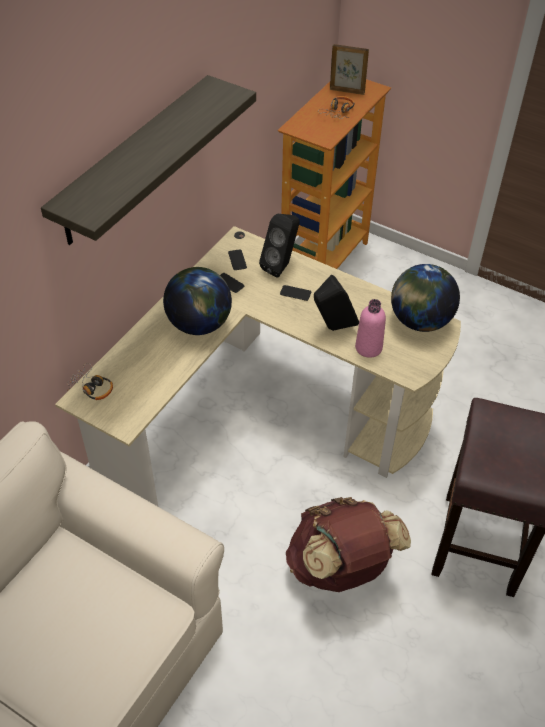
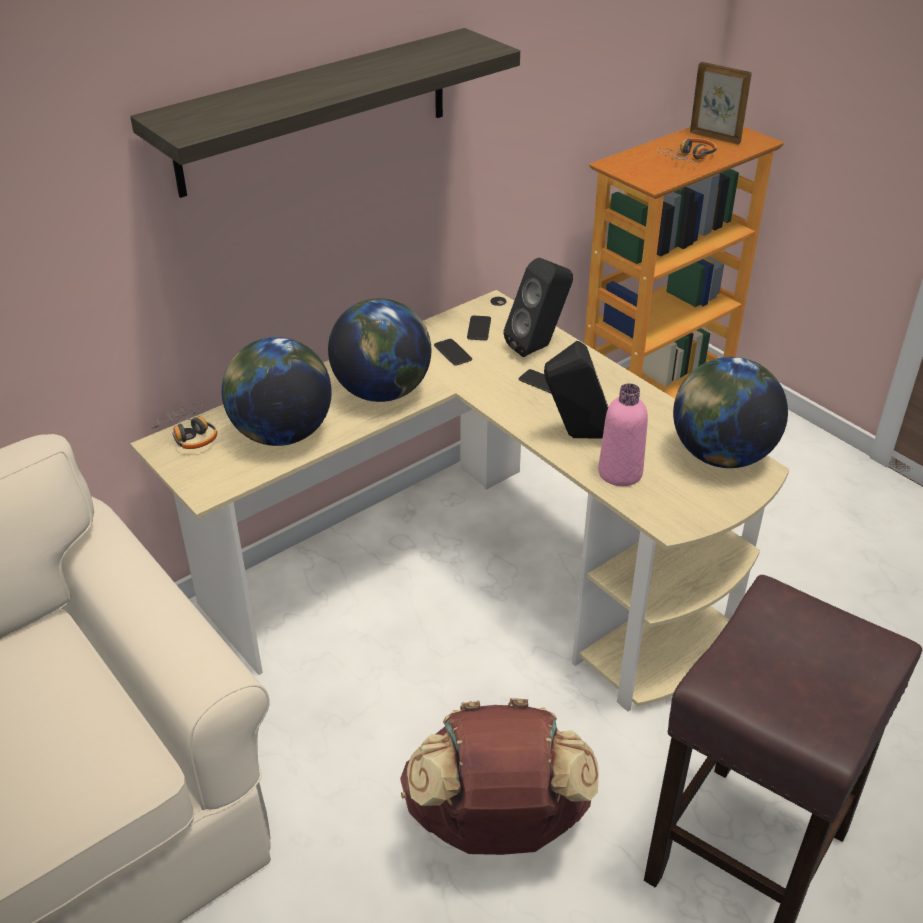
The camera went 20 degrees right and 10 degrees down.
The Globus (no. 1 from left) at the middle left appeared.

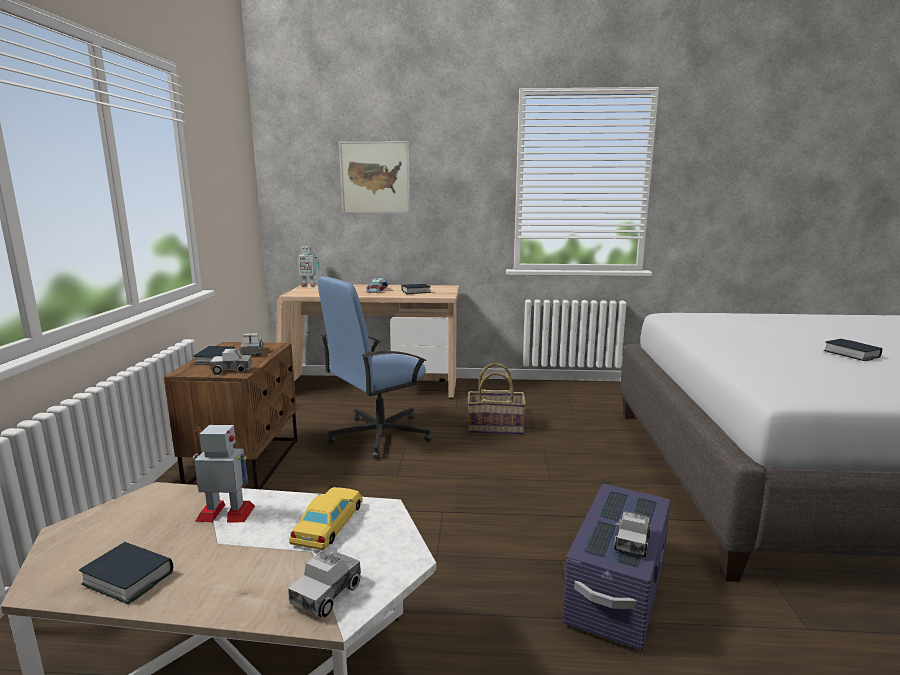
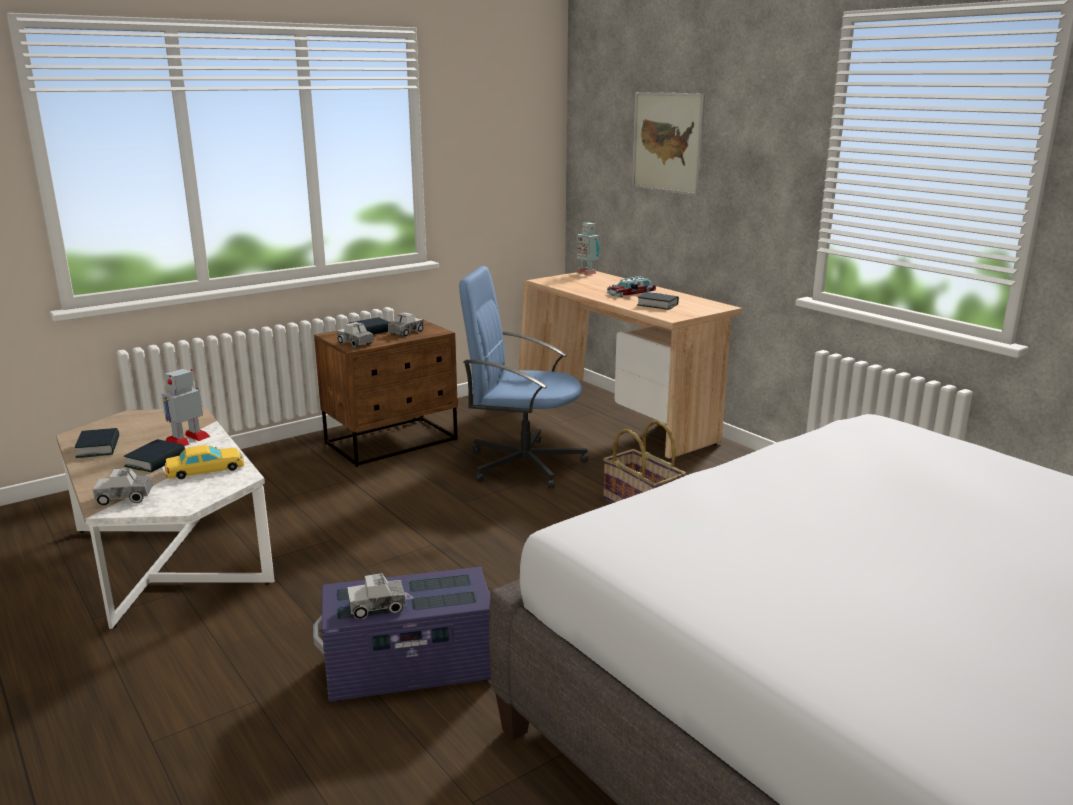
The camera went 50 degrees right and 5 degrees up.
The Buch (no. 4 from left in the first image) moved from the middle right to the middle left.
The Spielzeugroboter (no. 1 from left) at the bottom left turned 105 degrees counterclockwise.

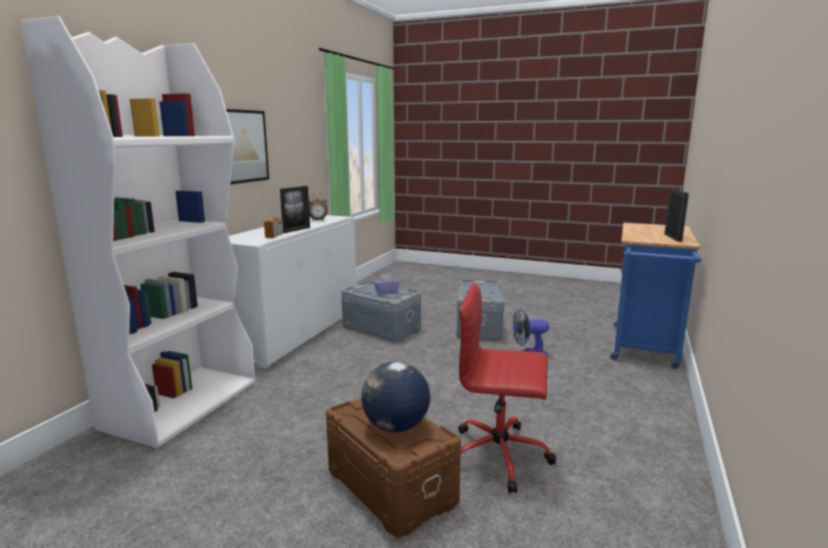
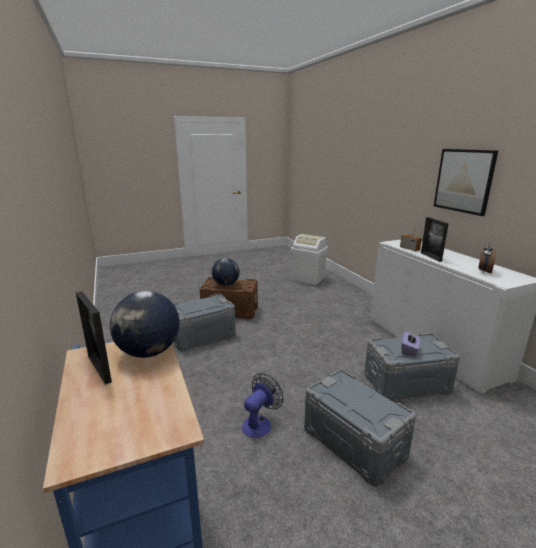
The camera went 135 degrees right and 5 degrees up.
The Bücherregal/weiß at the middle left disappeared.
The Bürostuhl/rot at the bottom centre was replaced by the Aufbewahrungsbox/grau (no. 1 from left) at the centre.
The Mülleimer/weiß at the centre appeared.
The Globus (no. 1 from left) at the middle left appeared.

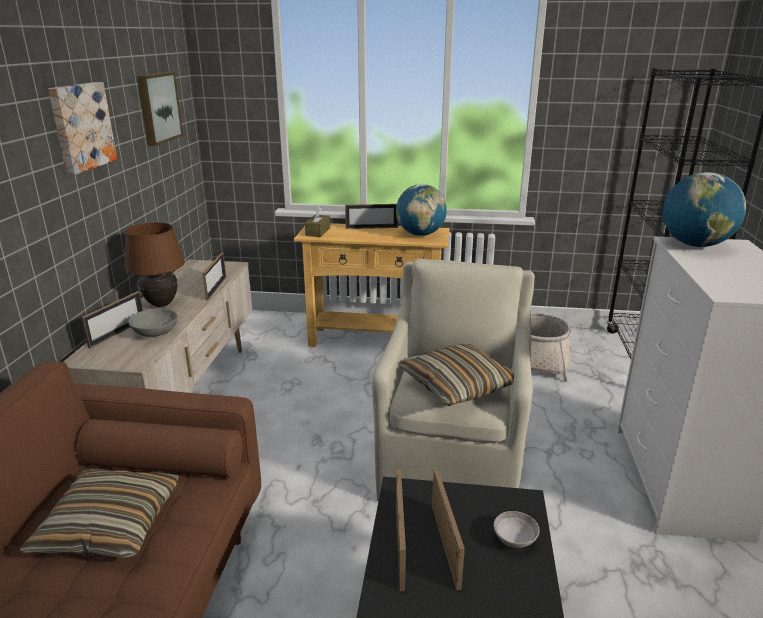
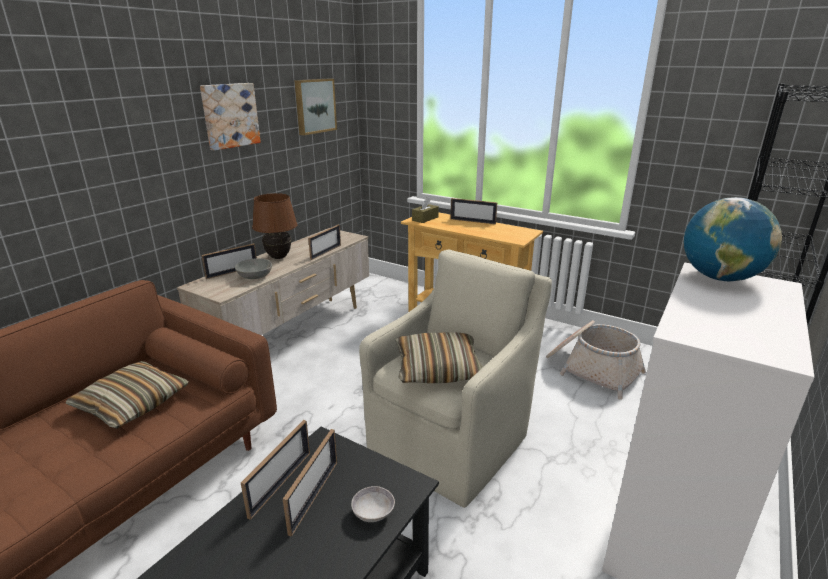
The camera went 25 degrees right and 0 degrees up.
The Globus (no. 1 from left) at the centre disappeared.

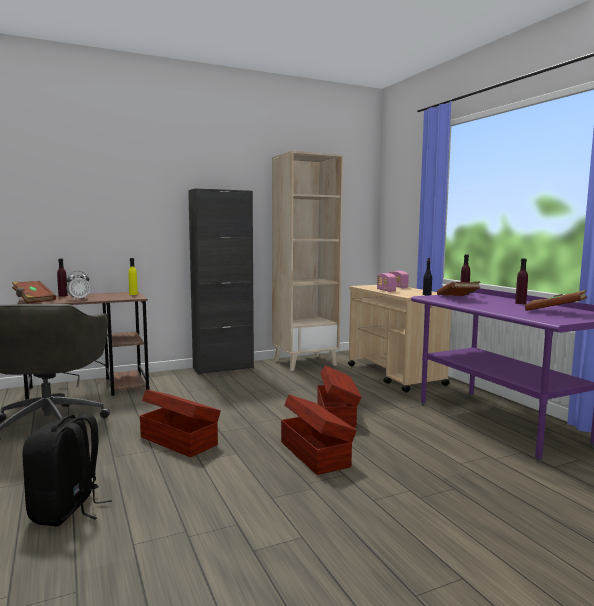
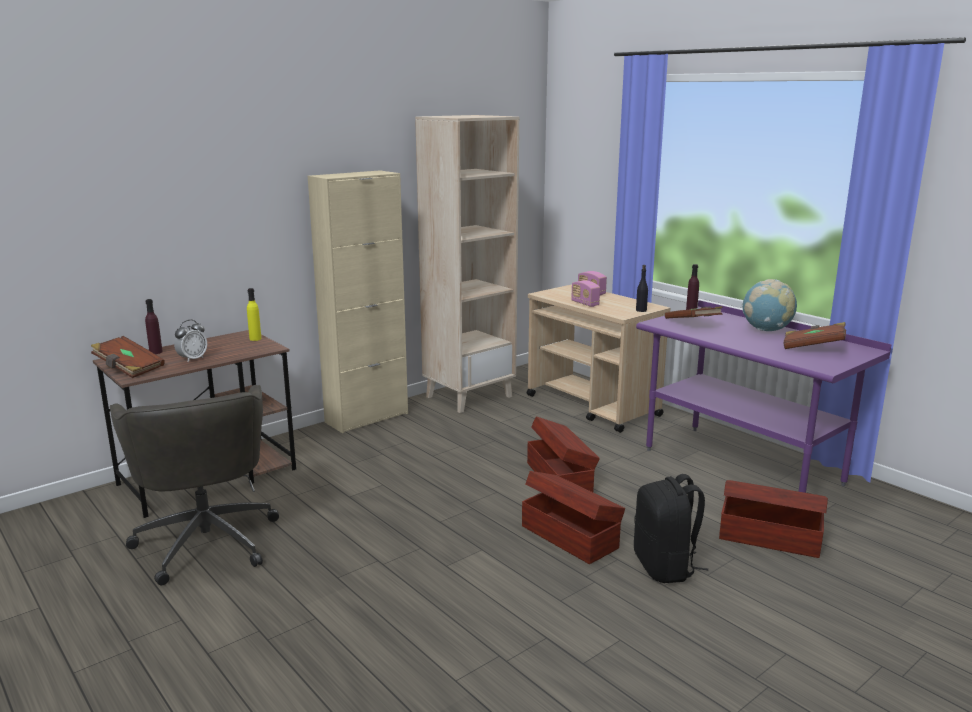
The camera went 15 degrees left and 10 degrees up.
The Schrank/schwarz at the centre became the Schrank/beige at the centre.
The Flasche/lila (no. 3 from left) at the middle right was replaced by the Globus at the middle right.
The Aufbewahrungsbox/braun (no. 1 from left in the first image) moved from the bottom left to the bottom right.
The Rucksack/schwarz moved from the bottom left to the bottom right.

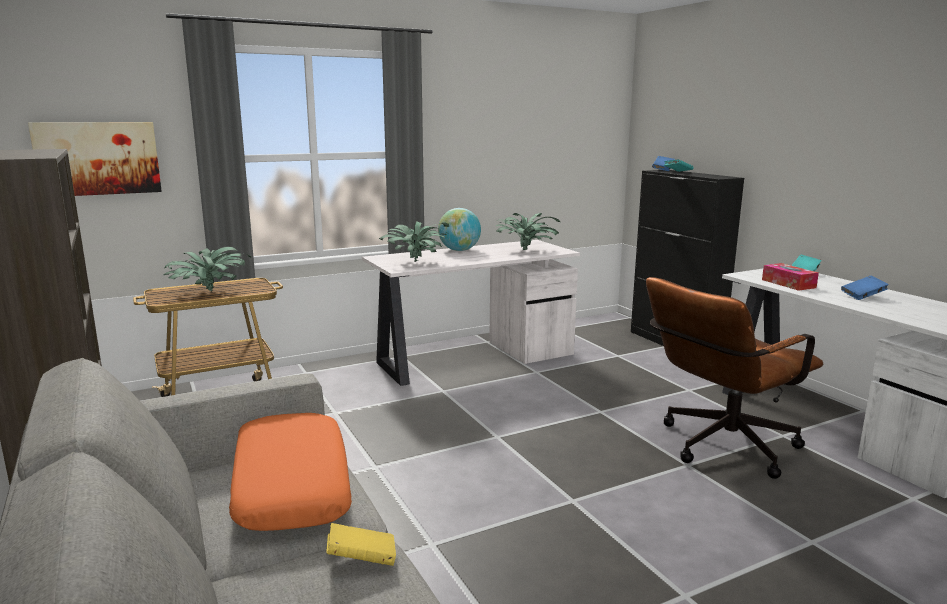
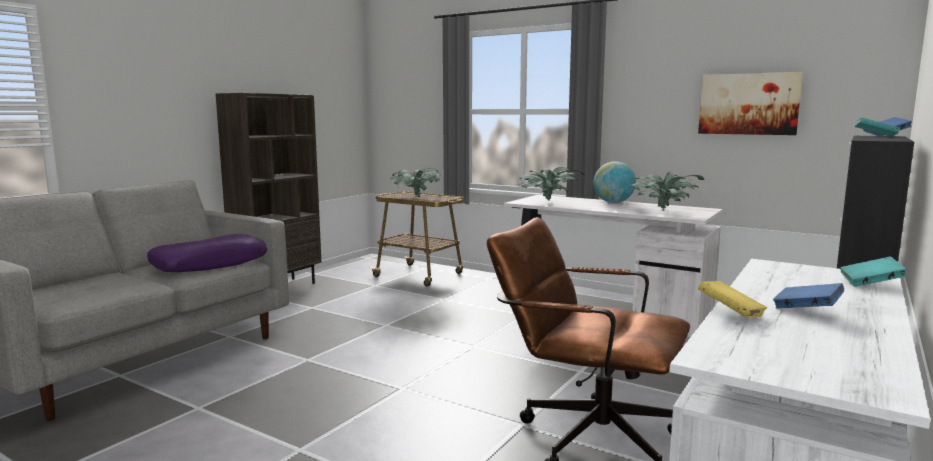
The camera went 60 degrees right and 5 degrees down.
The Bild moved from the top left to the top right.
The Taschentuchbox at the middle right disappeared.
The Kissen/orange at the bottom left became the Kissen/lila at the middle left.
The Buch/gelb moved from the bottom centre to the middle right.

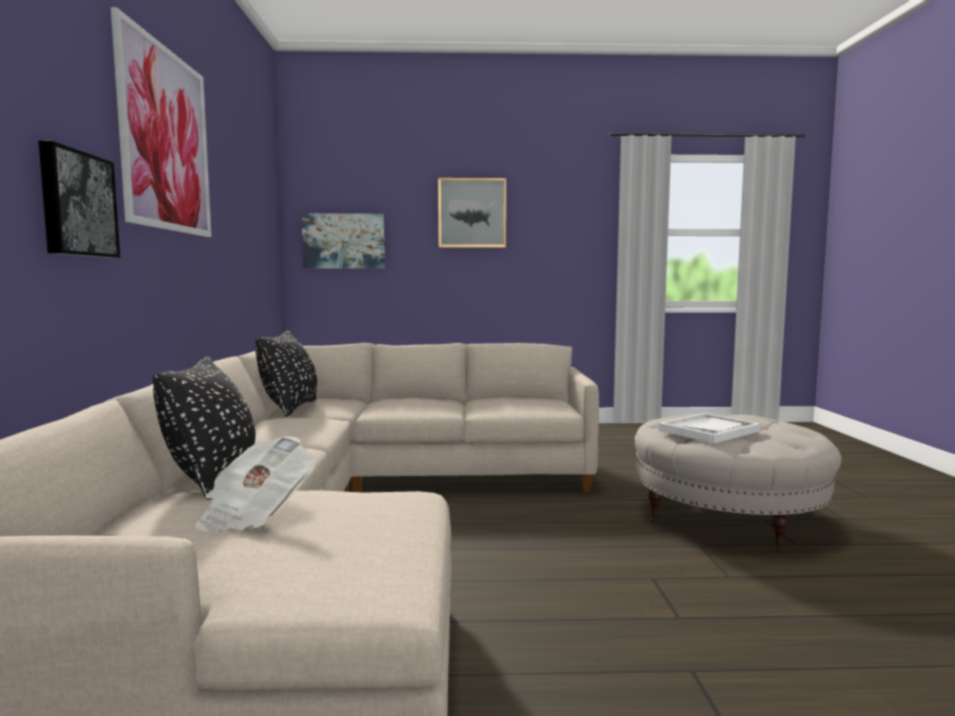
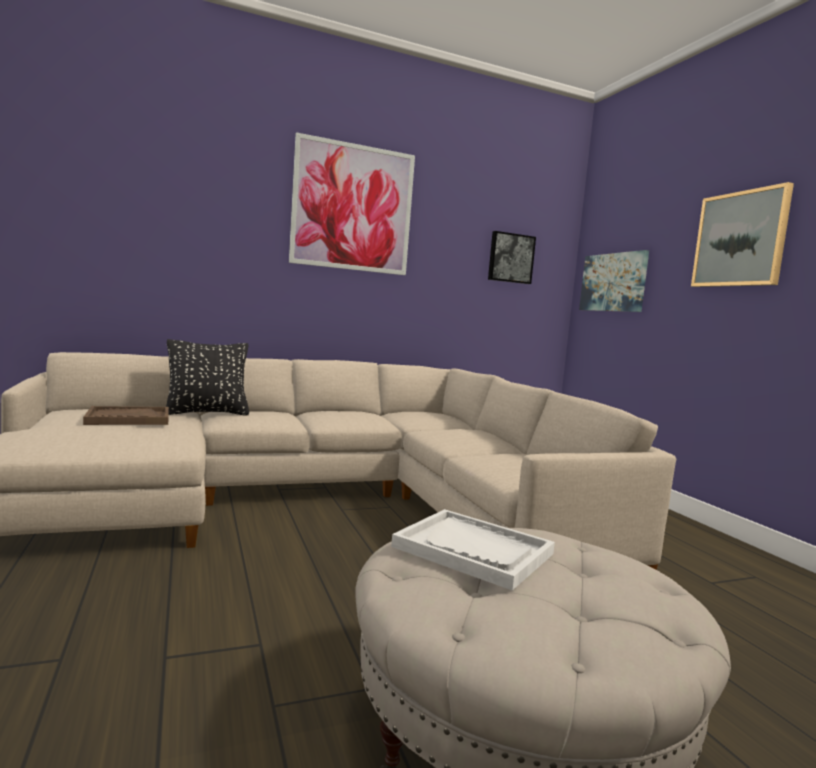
The camera went 70 degrees right and 0 degrees up.
The Bild (no. 1 from left in the first image) moved from the top left to the centre.
The Kissen/schwarz (no. 2 from left) at the middle left disappeared.
The Zeitung at the bottom left was replaced by the Tablett/braun at the middle left.

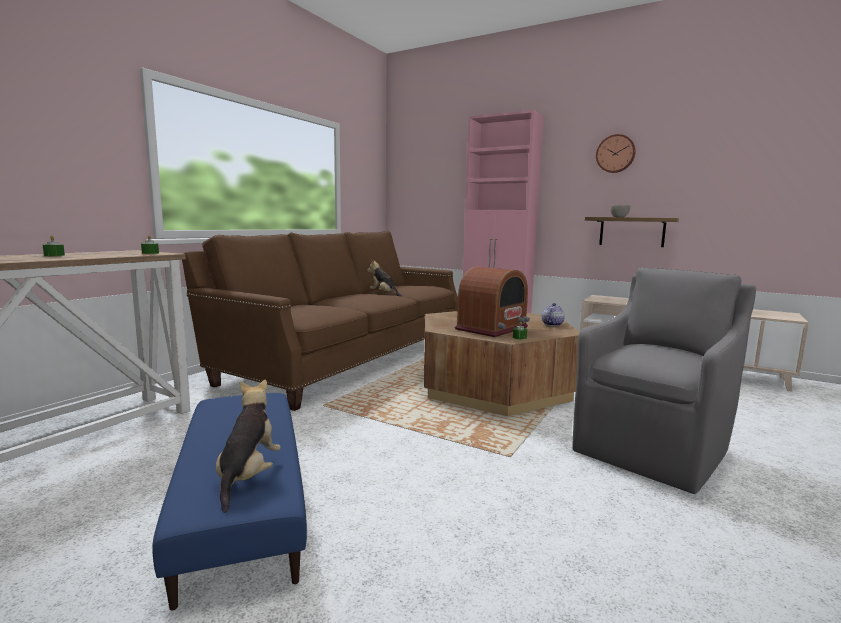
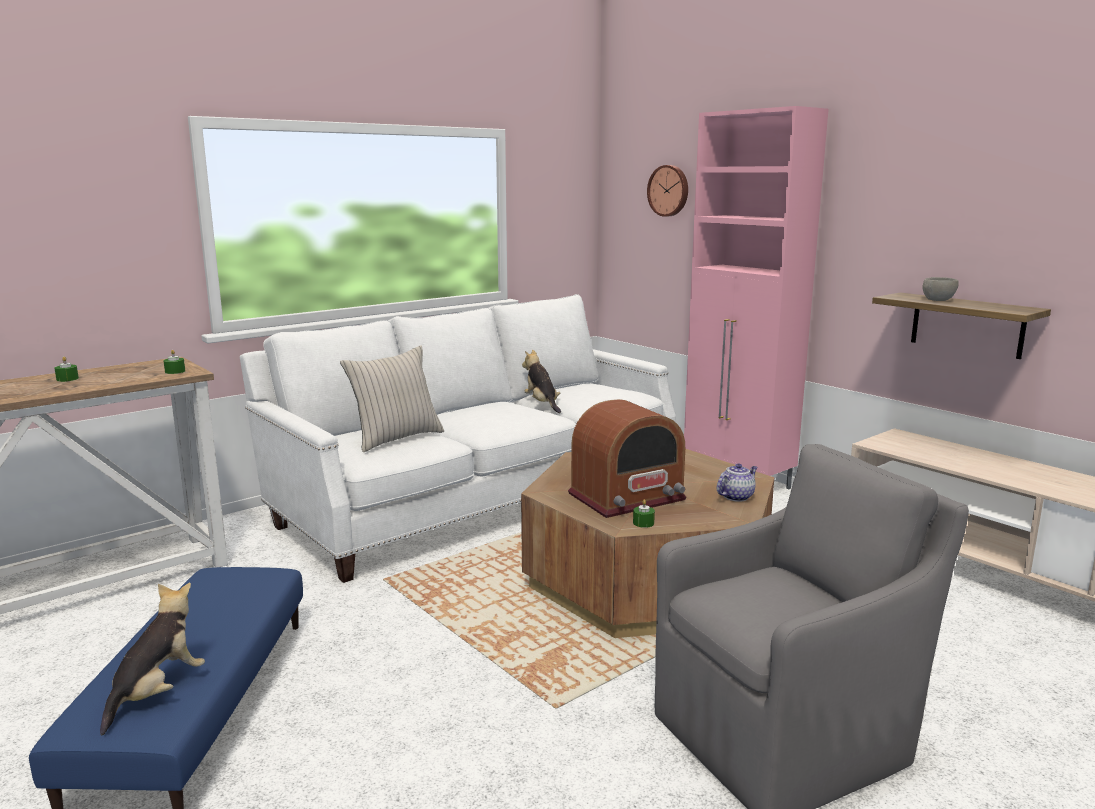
The camera went 20 degrees right and 5 degrees up.
The Wanduhr moved from the top right to the top centre.
The Sofa/braun at the centre became the Sofa/weiß at the centre.
The Kissen/beige at the centre appeared.

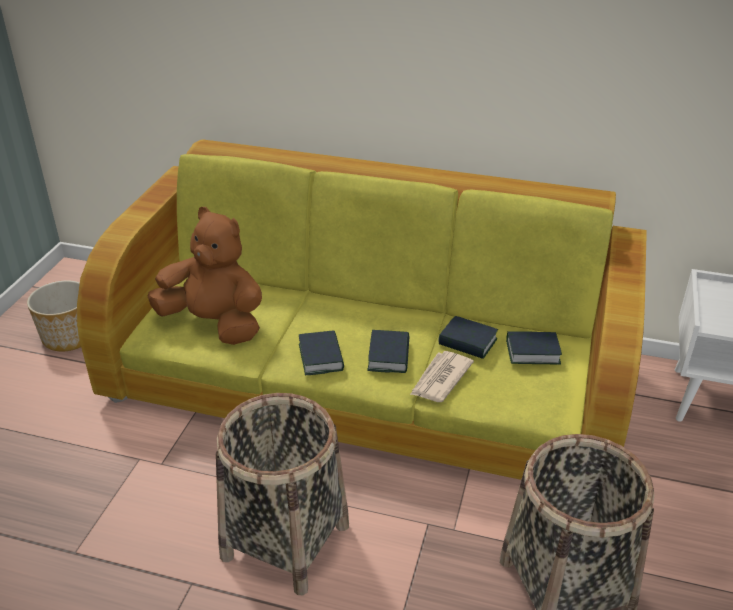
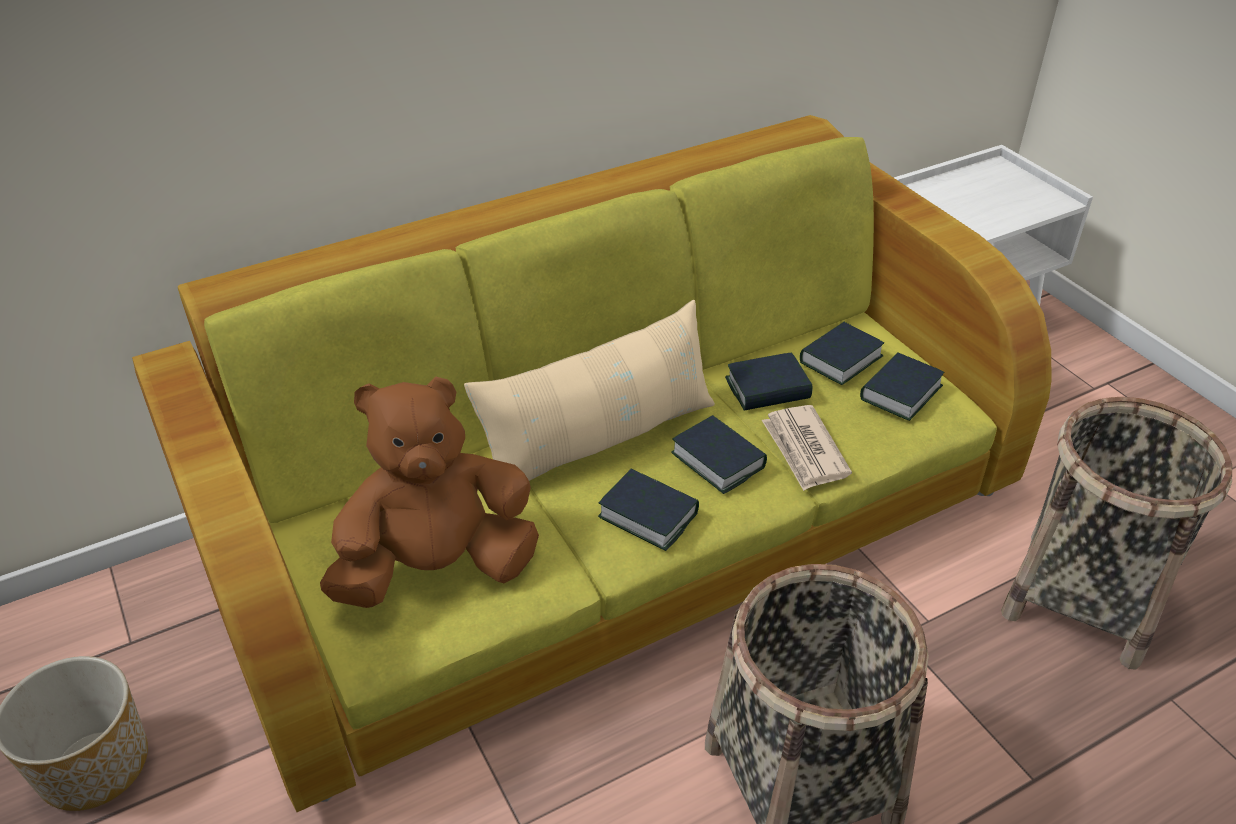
The camera went 45 degrees left and 5 degrees up.
The Kissen/beige at the centre appeared.
The Buch (no. 5 from left) at the middle right appeared.

